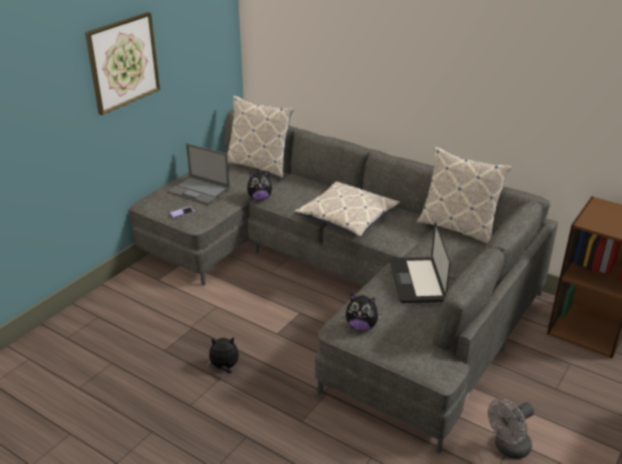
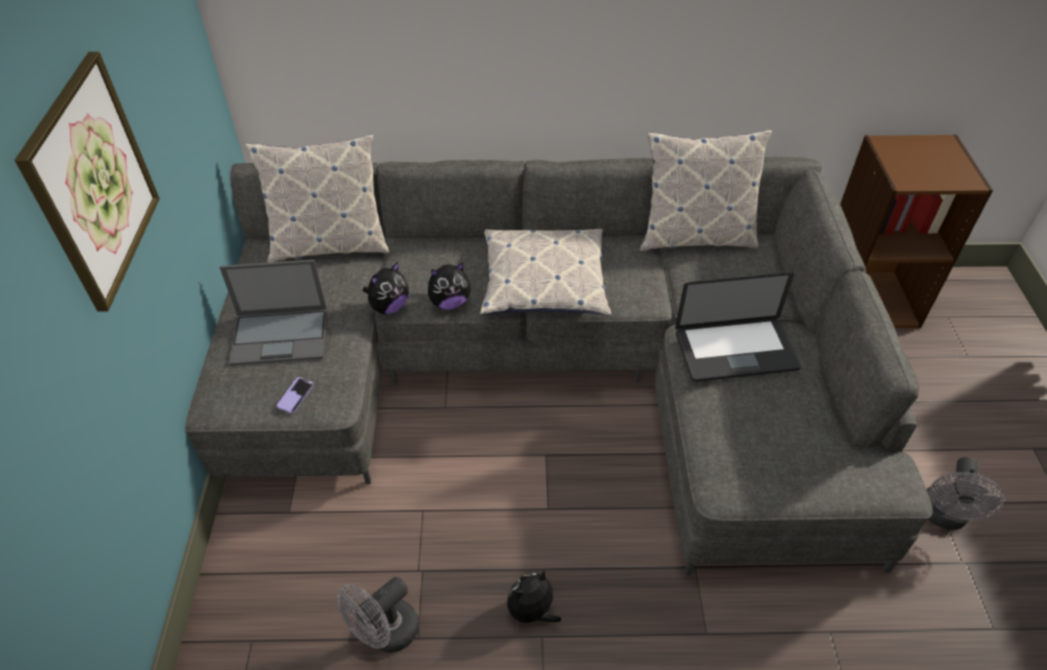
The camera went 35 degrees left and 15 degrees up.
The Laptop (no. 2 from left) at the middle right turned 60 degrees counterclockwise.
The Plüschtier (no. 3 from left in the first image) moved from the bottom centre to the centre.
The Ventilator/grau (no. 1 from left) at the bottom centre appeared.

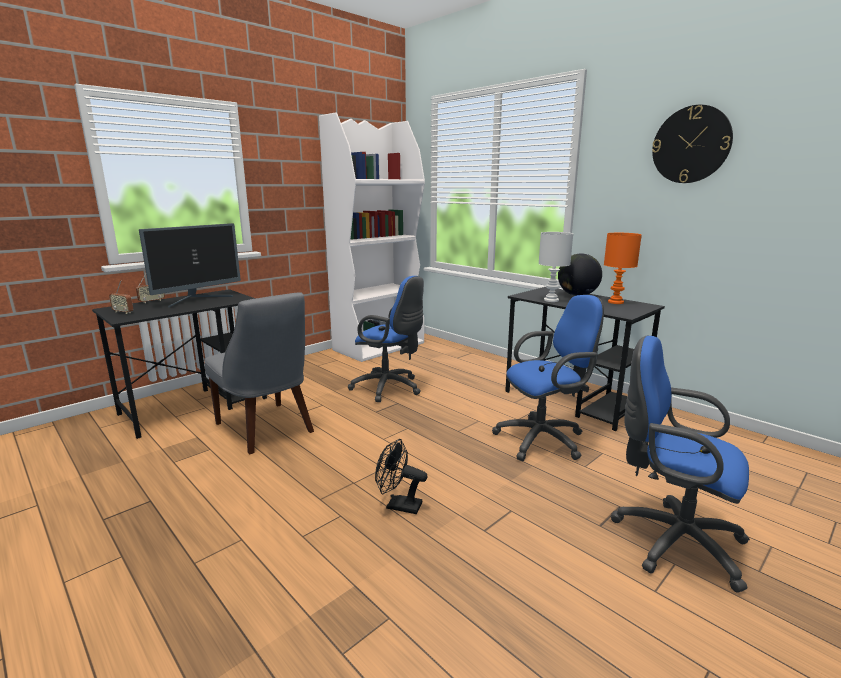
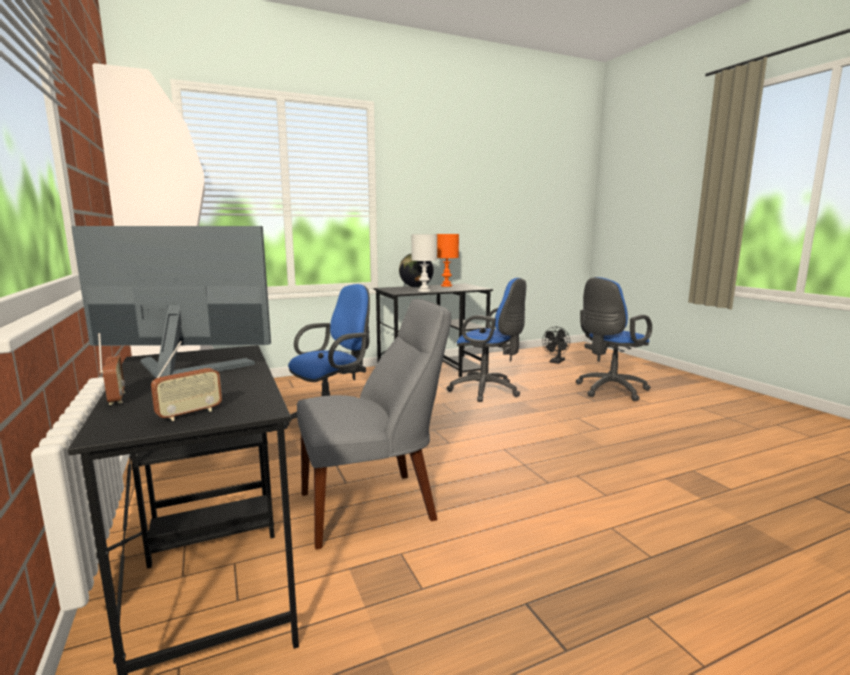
The camera went 70 degrees left and 5 degrees down.
The Wanduhr at the top right disappeared.
The Monitor at the middle left turned 60 degrees counterclockwise.
The Bürostuhl/blau (no. 2 from left) at the centre turned 120 degrees clockwise.
The Ventilator/schwarz moved from the bottom centre to the centre.

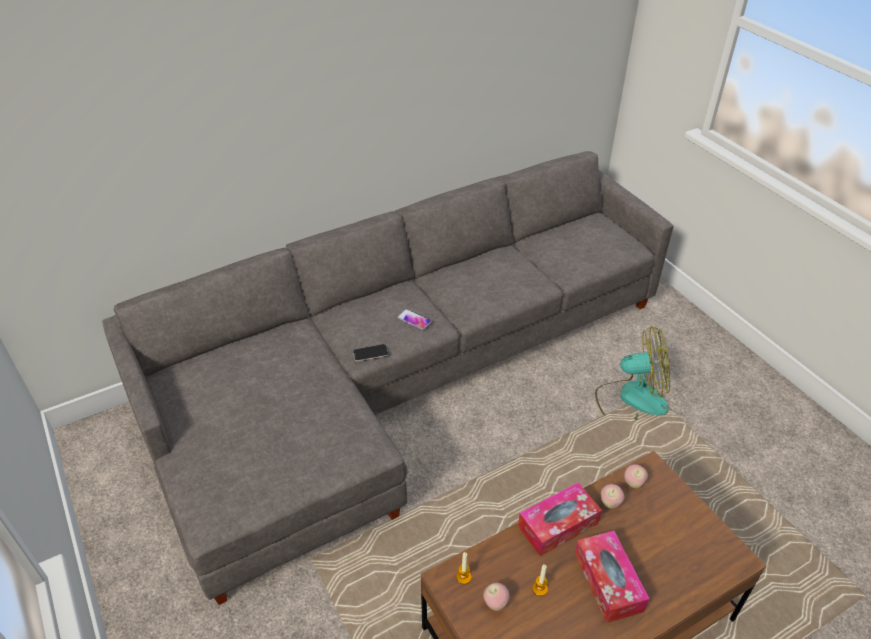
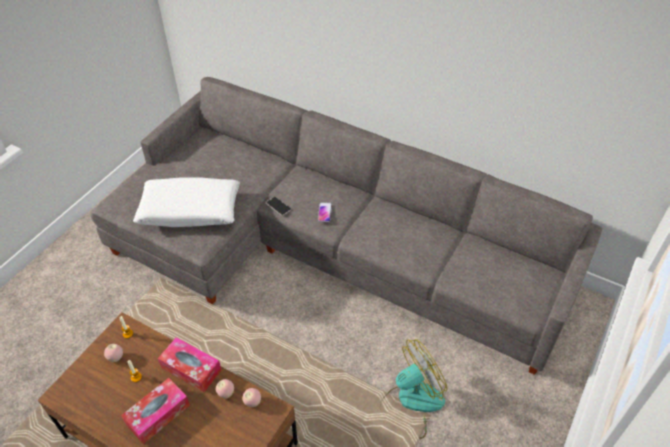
The camera went 60 degrees right and 5 degrees up.
The Ventilator at the middle right turned 90 degrees counterclockwise.
The Kissen/weiß at the middle left appeared.

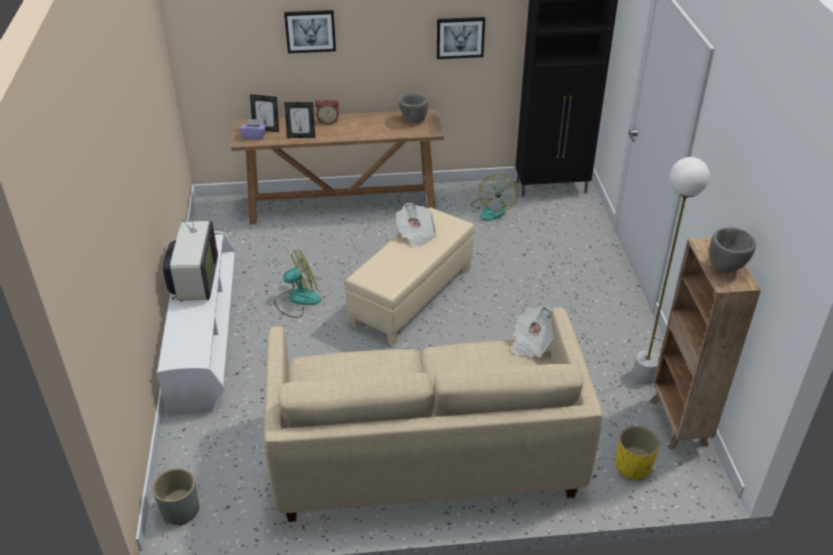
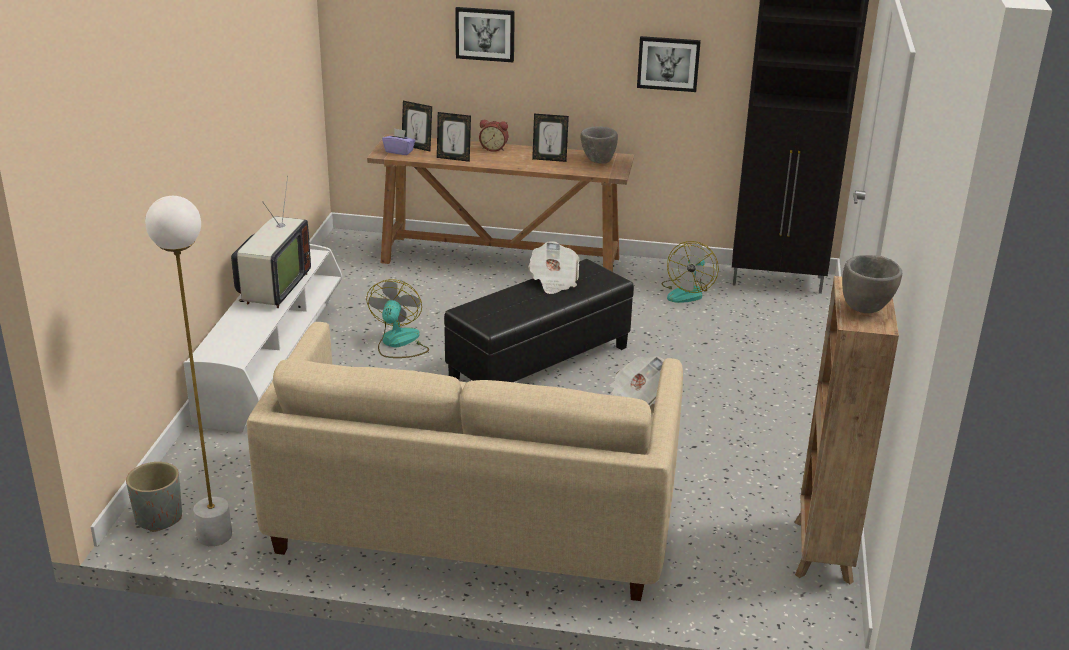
The camera went 15 degrees right and 10 degrees down.
The Stehlampe/weiß moved from the middle right to the middle left.
The Polsterhocker/beige at the centre became the Polsterhocker/schwarz at the centre.
The Ventilator (no. 1 from left) at the centre turned 75 degrees counterclockwise.
The Pflanzkübel/gelb at the bottom right disappeared.
The Bilderrahmen (no. 3 from left) at the top centre appeared.

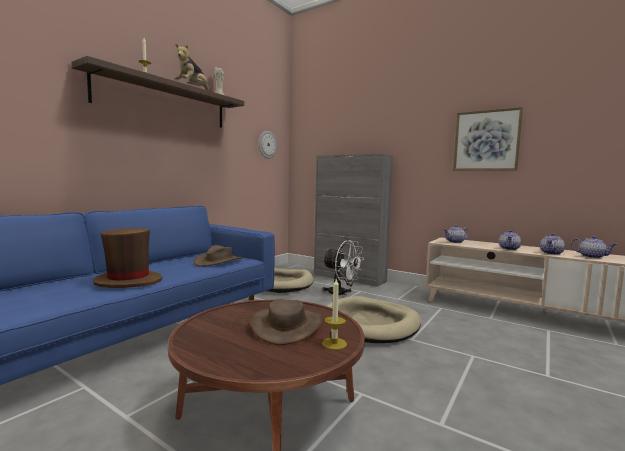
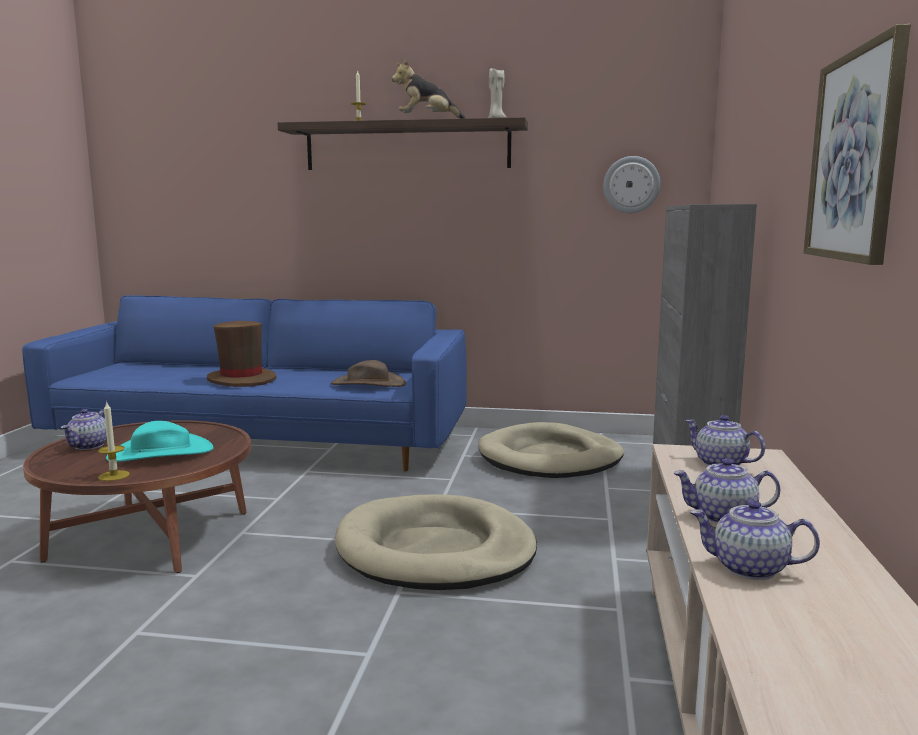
The camera went 65 degrees right and 5 degrees up.
The Teekanne (no. 4 from left in the first image) moved from the middle right to the middle left.
The Ventilator/weiß at the centre disappeared.
The Hut/braun (no. 3 from left) at the bottom centre became the Hut/türkis at the middle left.

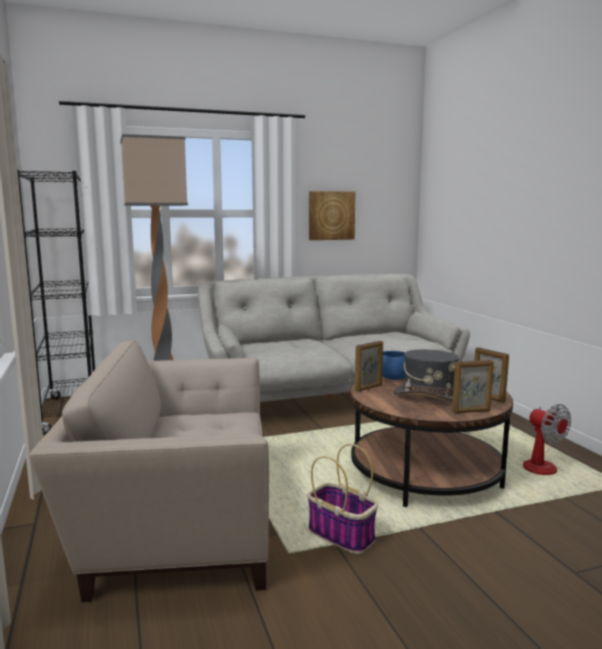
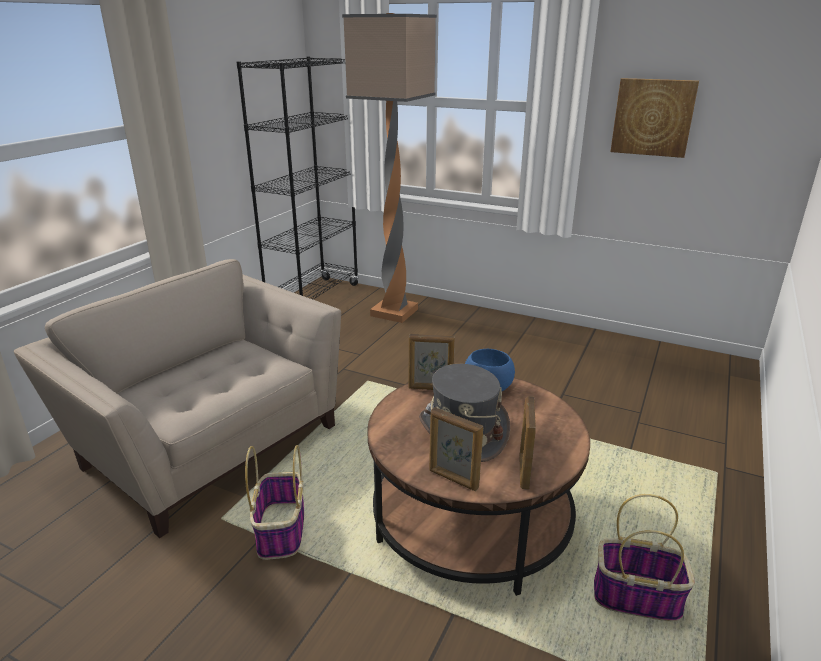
The camera went 45 degrees right and 15 degrees up.
The Sofa/grau at the centre disappeared.
The Ventilator at the bottom right was replaced by the Korb (no. 2 from left) at the bottom right.

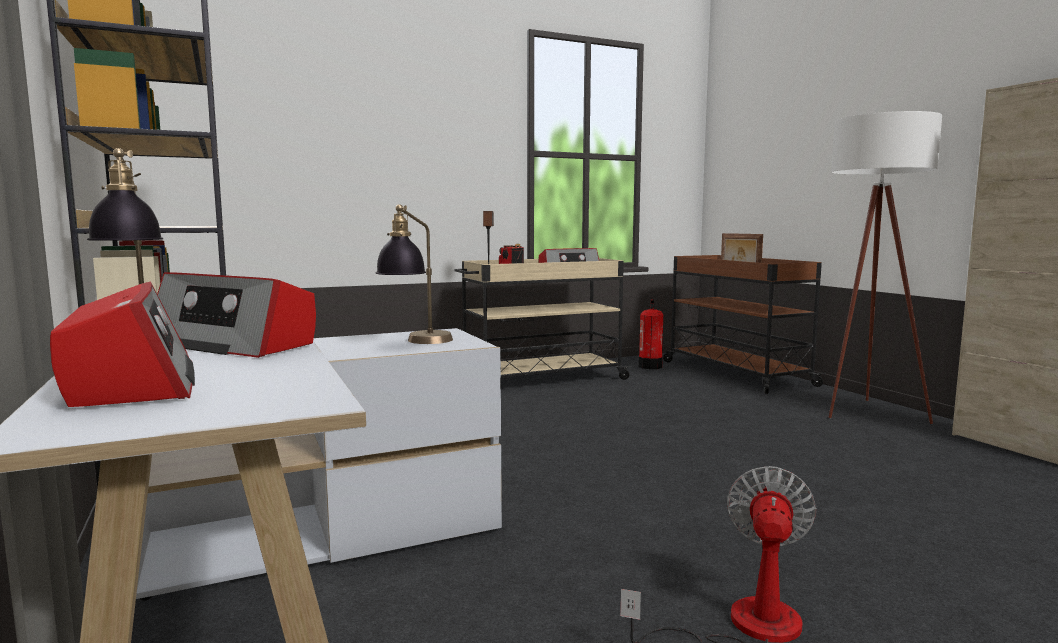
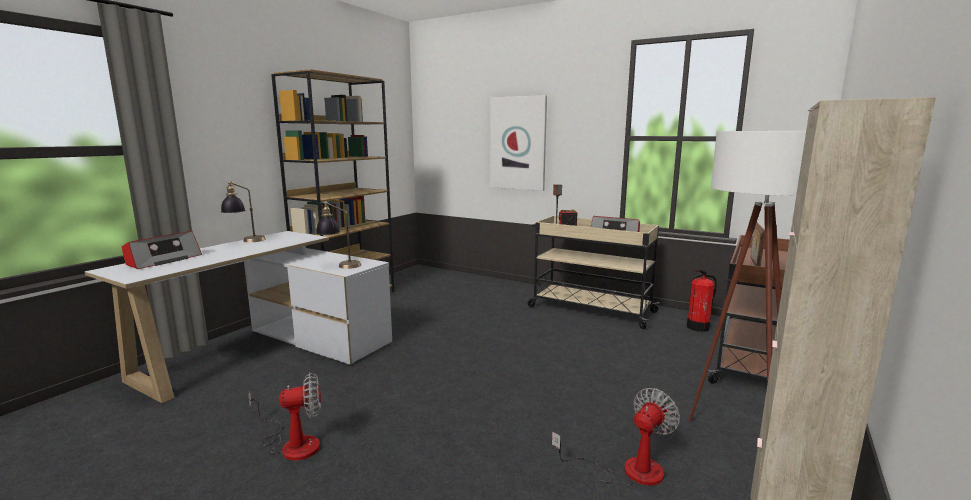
The camera went 55 degrees right and 5 degrees up.
The Radio (no. 2 from left) at the middle left disappeared.
The Bild at the top centre appeared.
The Ventilator (no. 2 from left) at the bottom centre appeared.

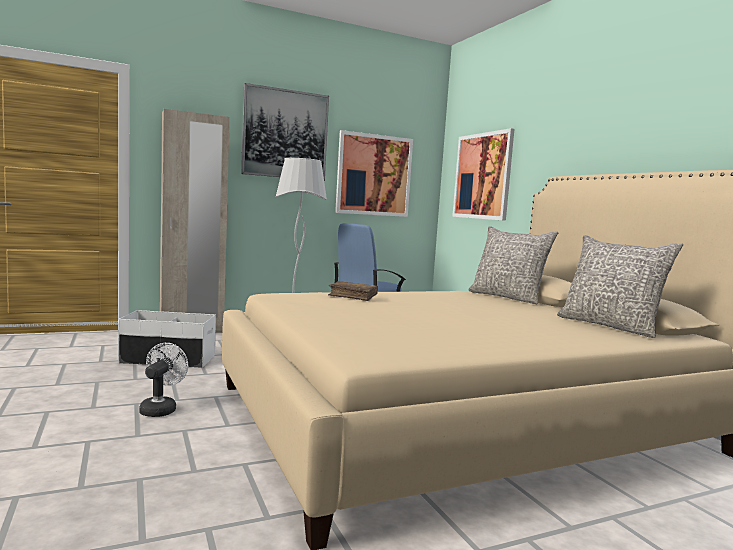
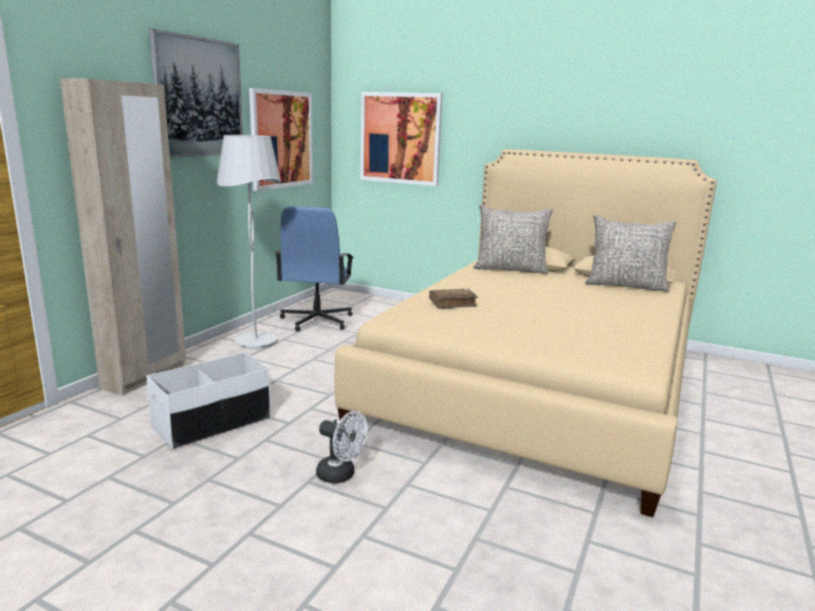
The camera went 40 degrees left and 10 degrees up.
The Ventilator/weiß at the bottom left turned 150 degrees clockwise.

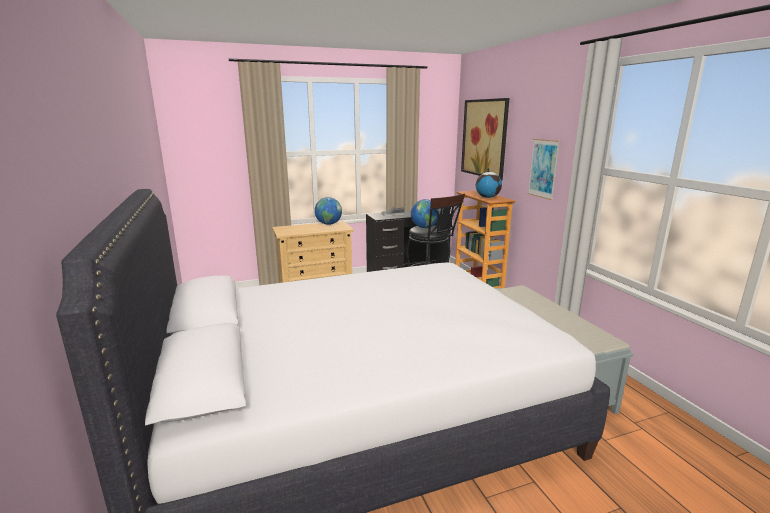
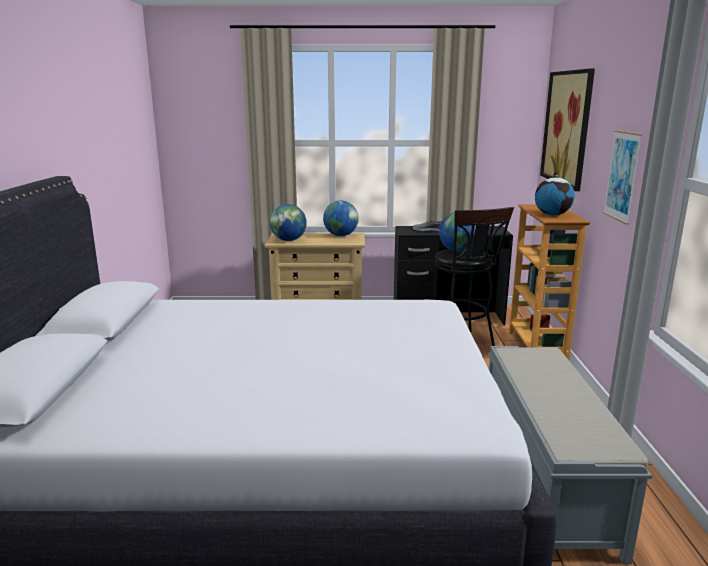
The camera went 20 degrees right and 0 degrees up.
The Globus (no. 1 from left) at the centre appeared.

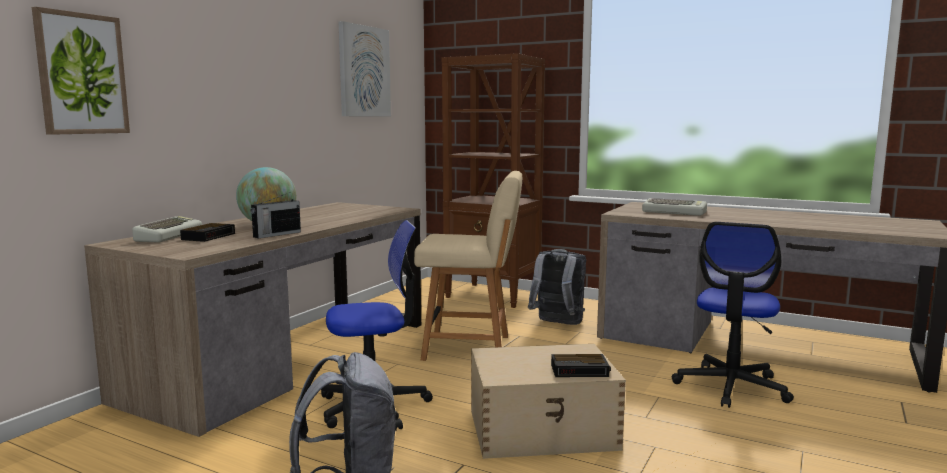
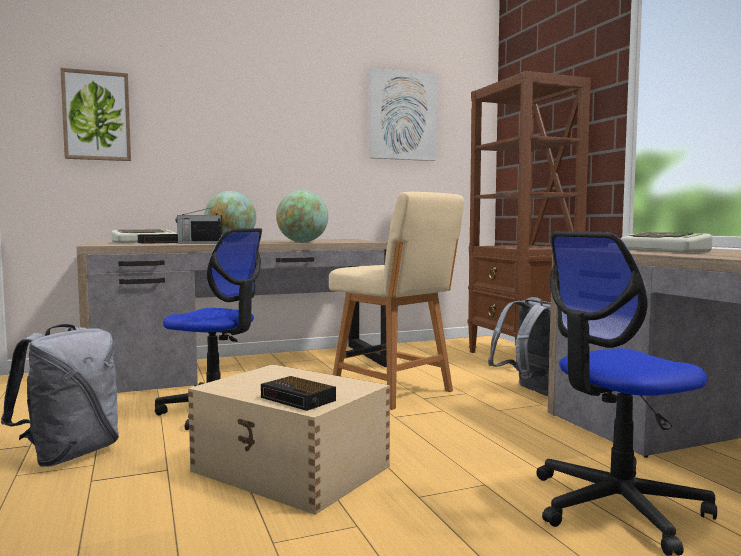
The camera went 40 degrees right and 5 degrees down.
The Globus (no. 2 from left) at the centre appeared.

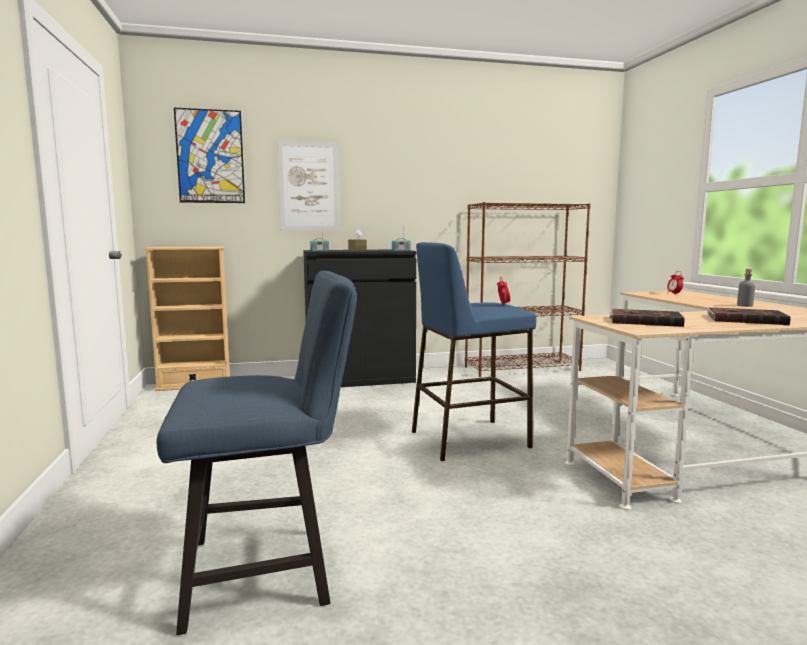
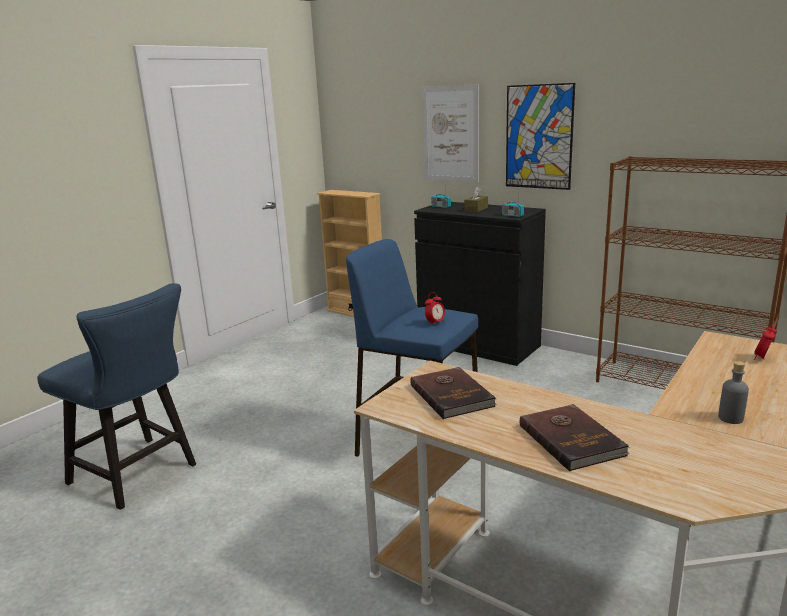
The camera went 50 degrees right and 10 degrees up.
The Bild (no. 1 from left in the first image) moved from the top left to the top right.

